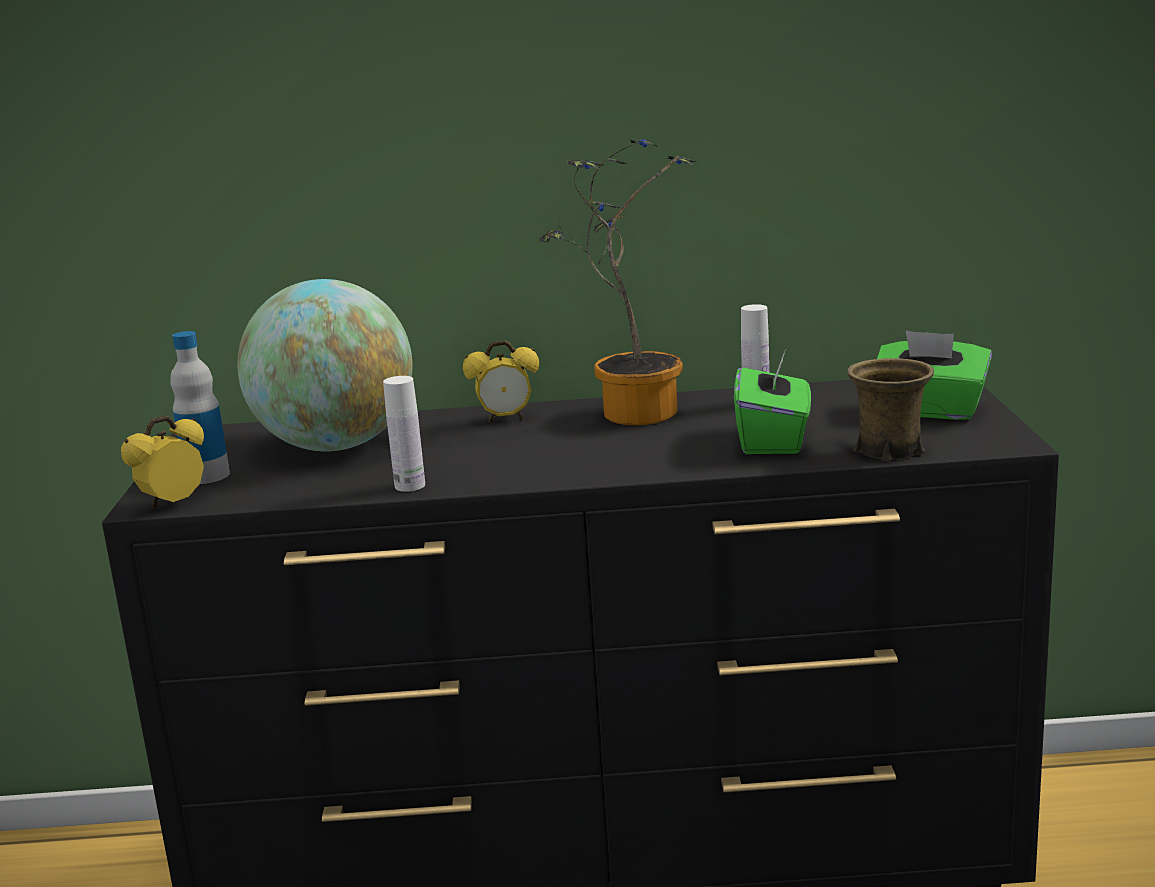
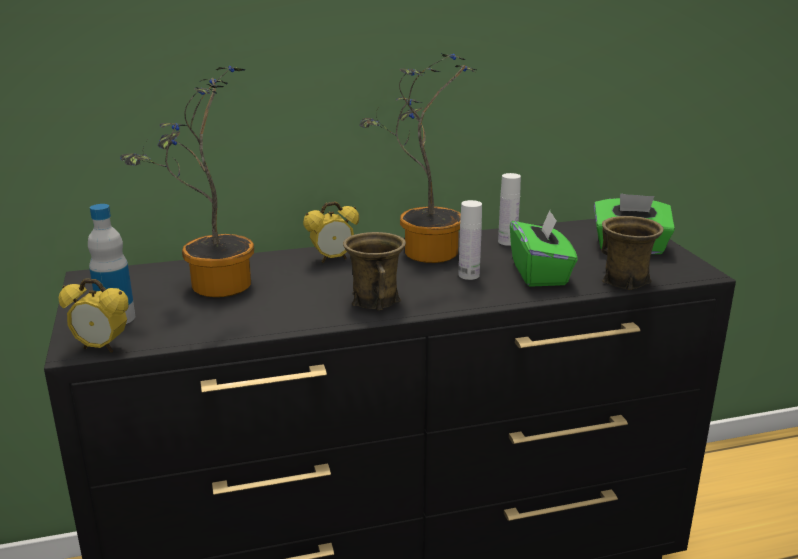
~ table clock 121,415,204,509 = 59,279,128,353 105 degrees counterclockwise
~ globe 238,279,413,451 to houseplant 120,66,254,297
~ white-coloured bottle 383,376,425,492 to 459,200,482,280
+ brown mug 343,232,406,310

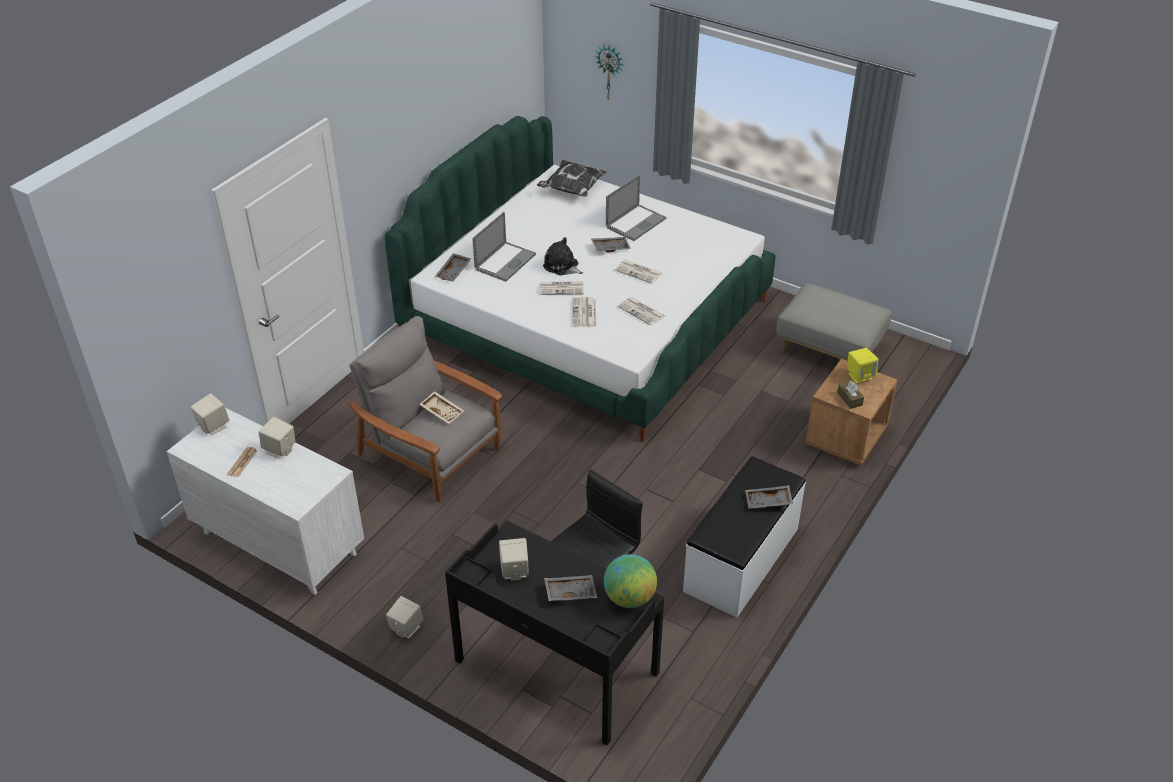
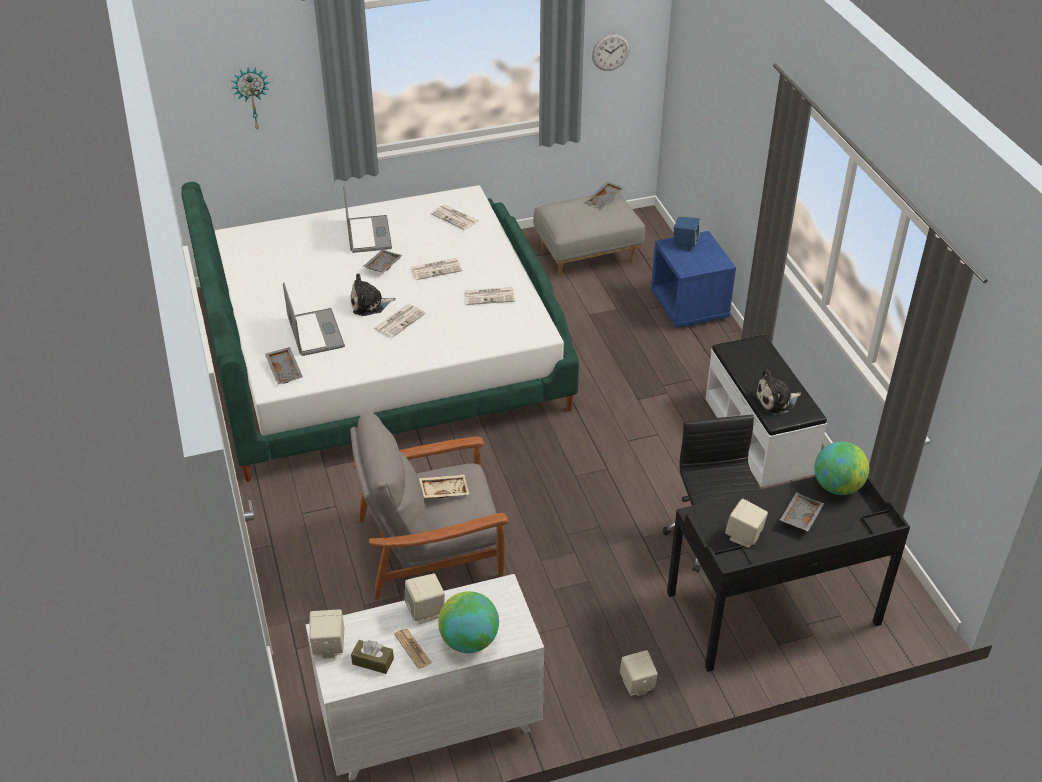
- throw pillow 537,160,607,197
~ newspaper 573,297,596,327 to 431,205,479,230
~ grey serving tray 745,485,793,509 to 586,181,624,207
~ brown night table 805,359,897,466 to bluish night table 651,231,736,328
~ brown tissue holder 837,381,864,409 to 351,640,394,674
~ yellow loudspeaker 847,348,879,384 to bluish loudspeaker 674,217,700,251
+ globe 438,591,499,653
+ hanging clock 592,34,630,71
+ cuddly toy 754,369,801,415

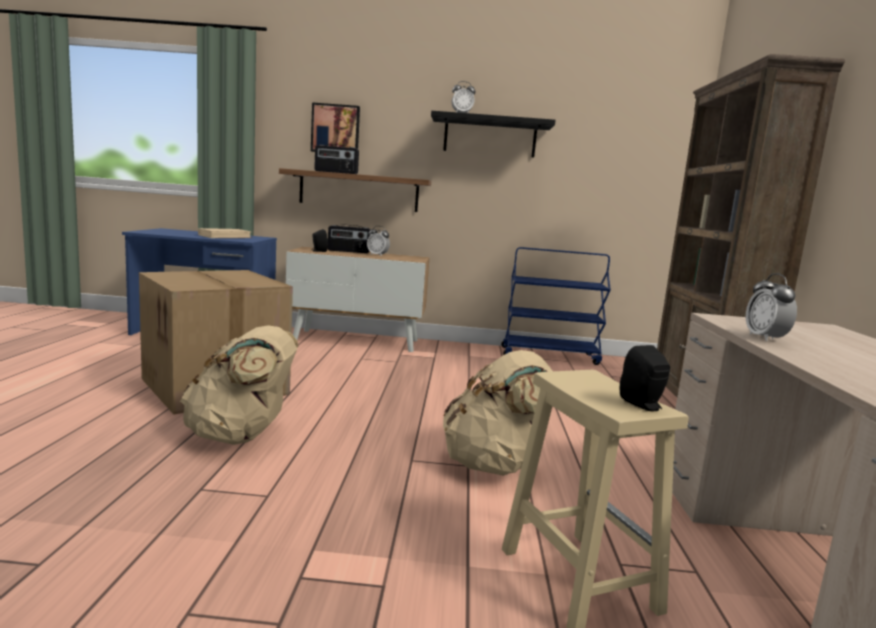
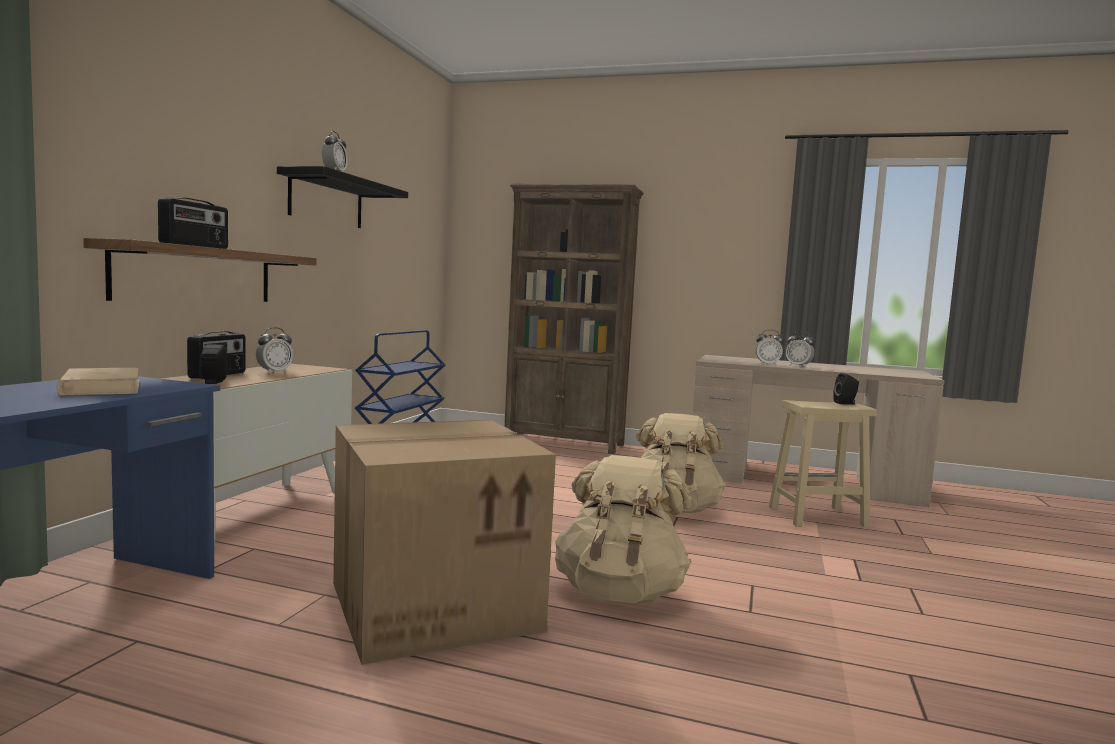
- picture 311,102,360,152
+ table clock 786,331,815,367

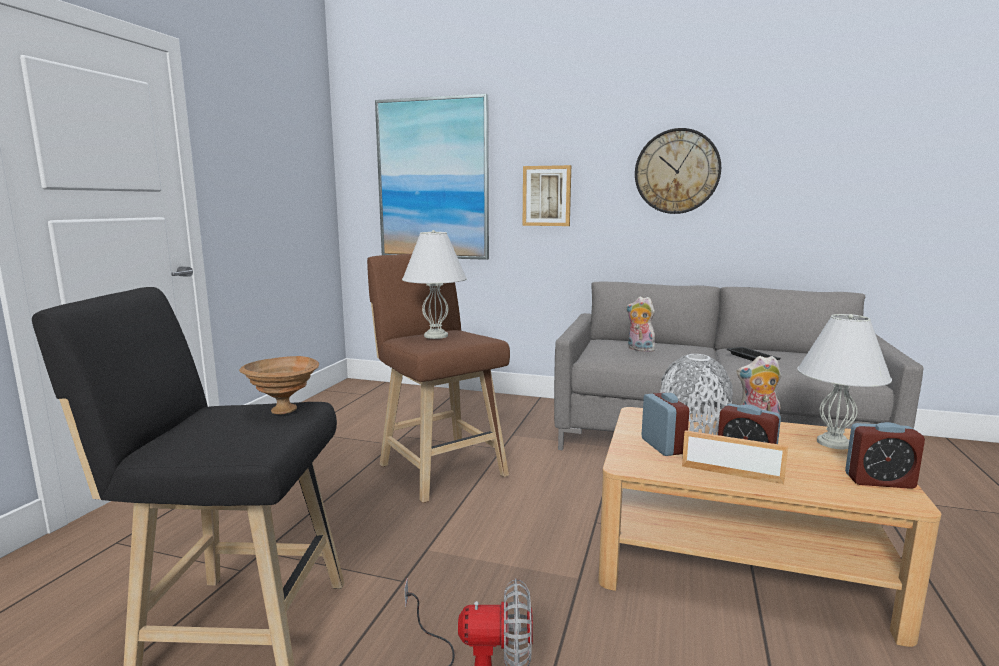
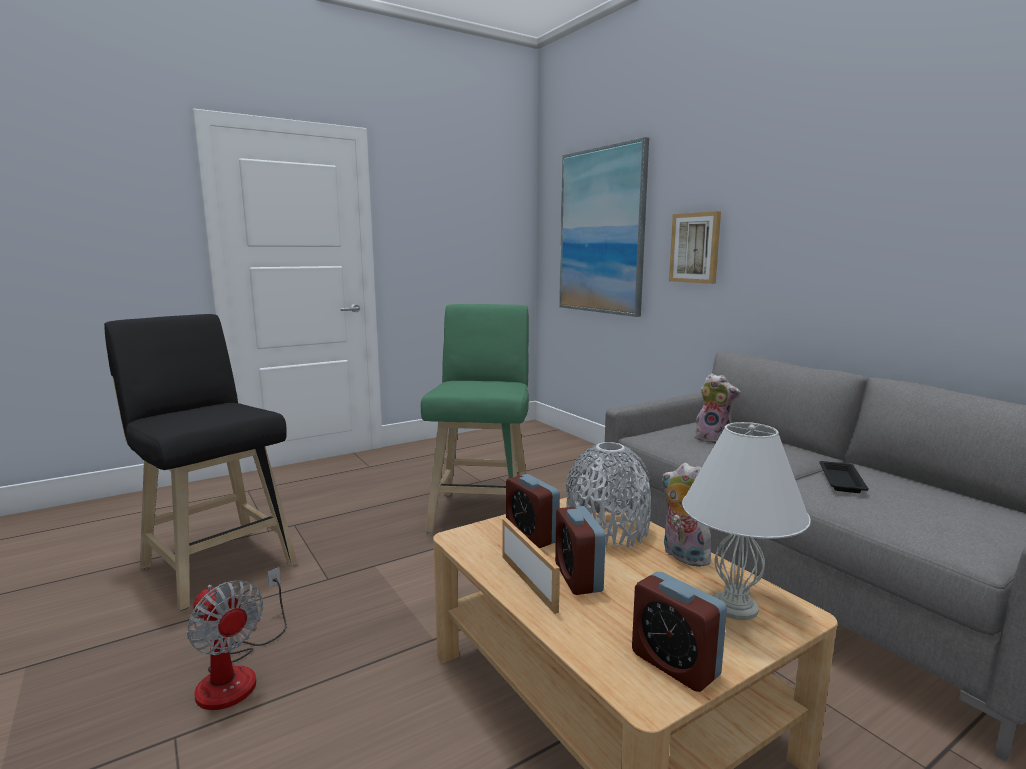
- brown bowl 239,356,319,414
~ brown stool 367,254,510,503 to green stool 421,304,529,533
- white-coloured table lamp 402,230,467,339
~ cuddly toy 626,296,655,352 = 695,373,741,443 135 degrees clockwise
- hanging clock 635,128,721,214
~ table clock 642,393,689,456 = 506,474,560,548 120 degrees clockwise

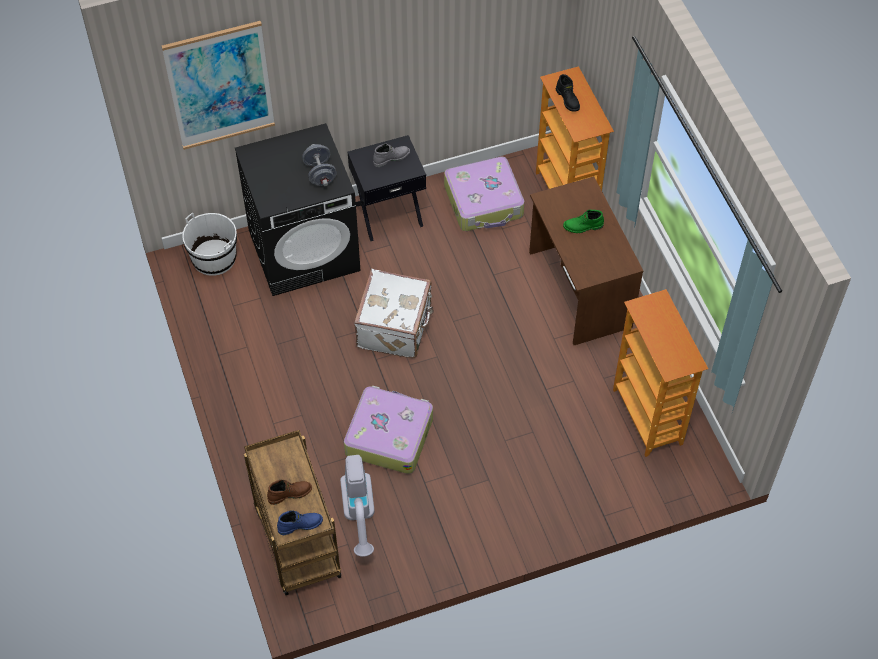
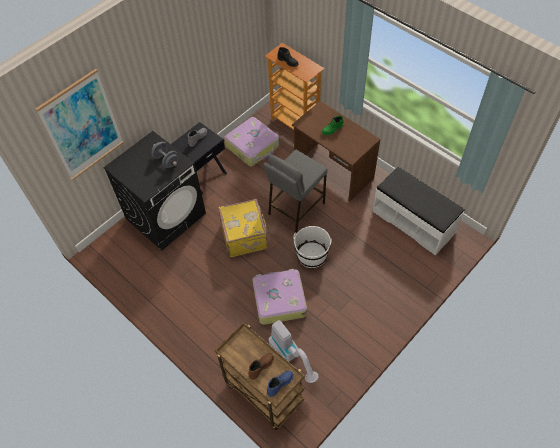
~ white-coloured pail 182,213,237,276 to 293,226,332,268
~ white-coloured suitcase 354,269,434,358 to yellow suitcase 218,199,268,257
~ bookcase 613,289,708,457 to white-coloured indoor bench 372,166,464,255
+ grey stool 264,150,328,233

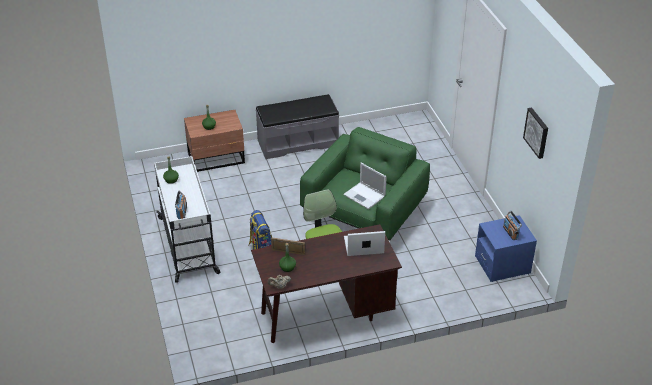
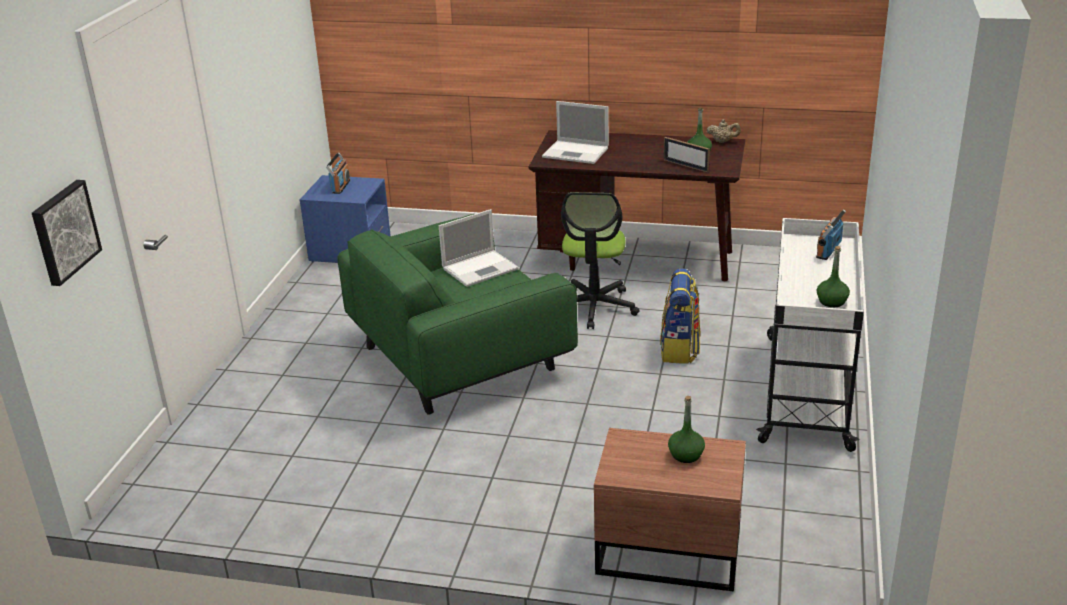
- grey indoor bench 256,94,339,159
~ portable computer 343,163,387,209 = 439,209,519,287 75 degrees clockwise
~ picture 523,108,548,159 to 32,180,102,286

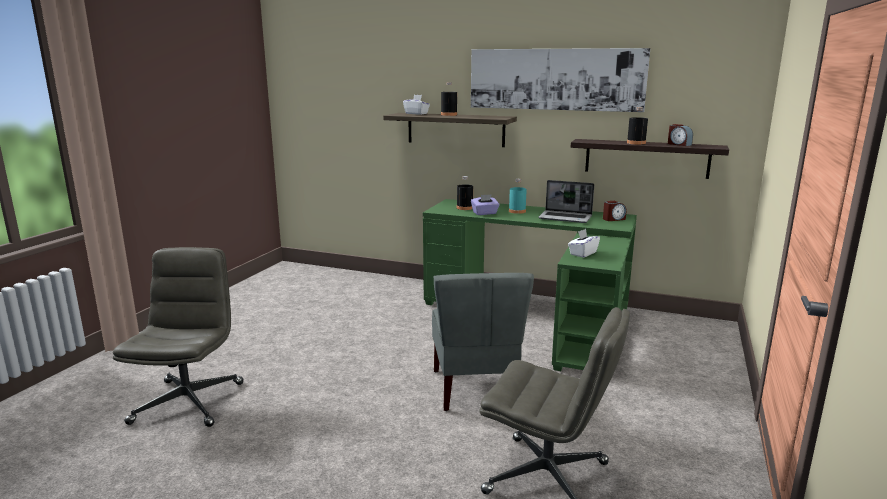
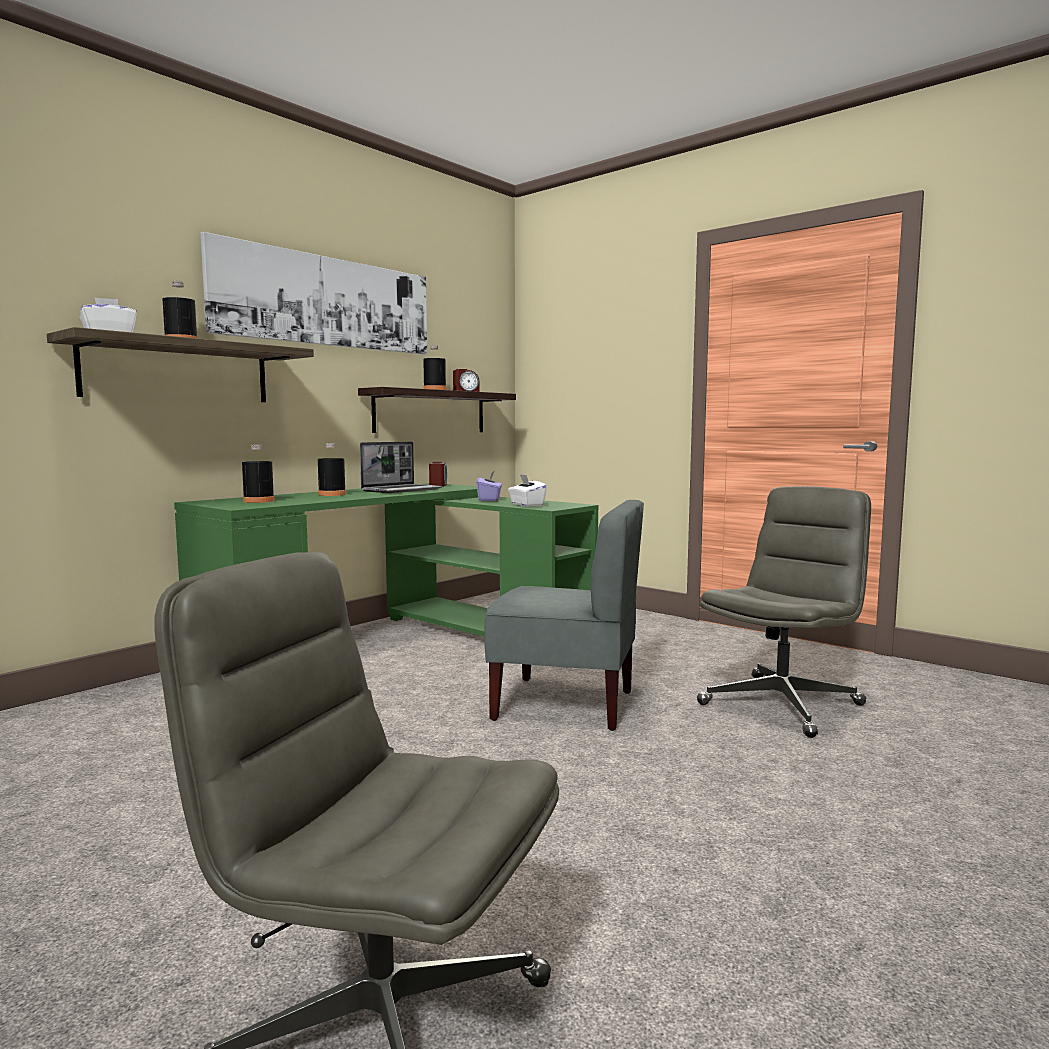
~ purple-coloured tissue holder 471,194,500,215 to 477,471,502,501
~ turquoise bottle 509,179,527,214 to black bottle 318,443,346,496

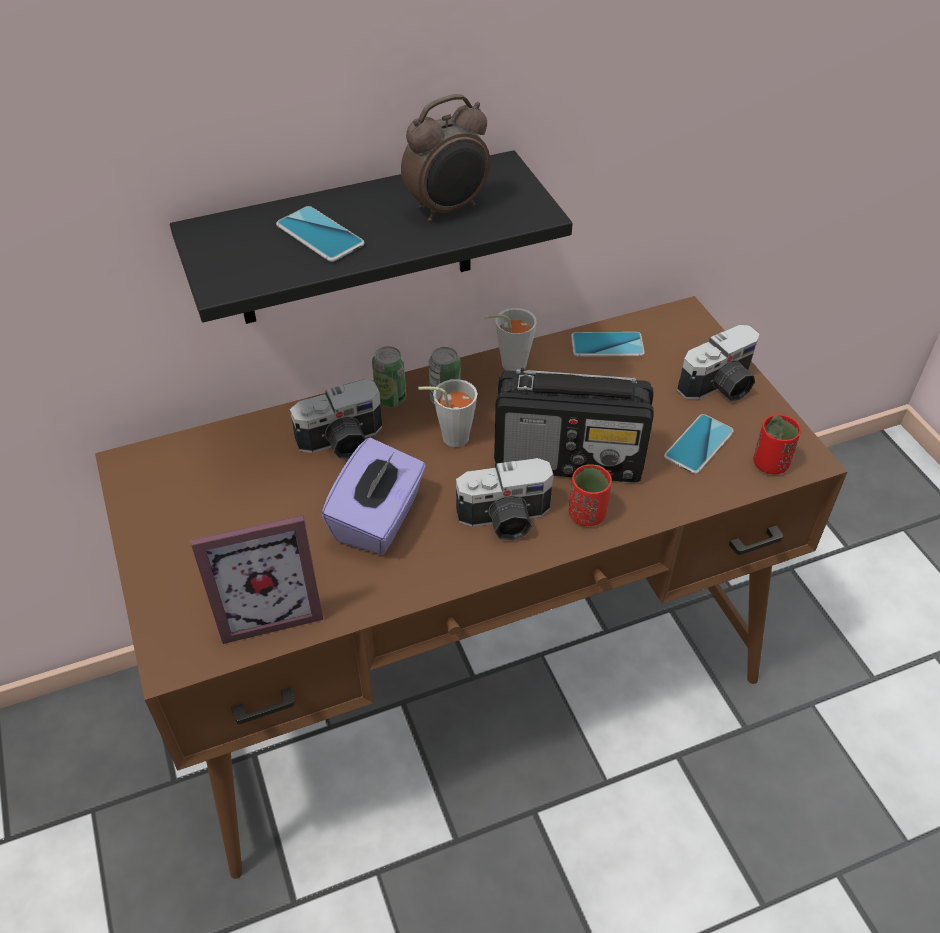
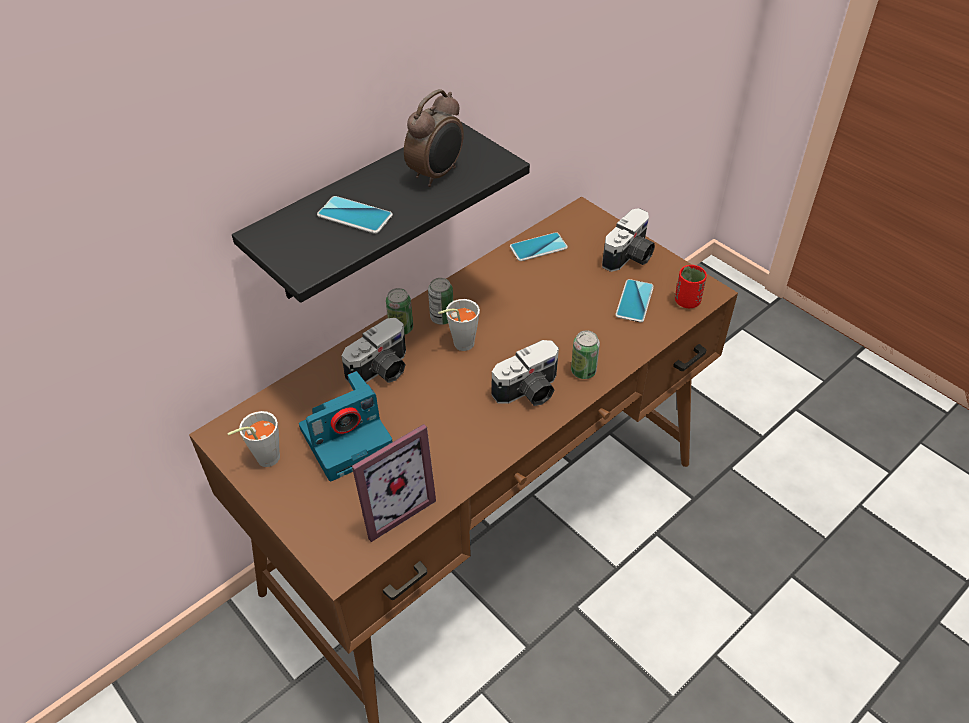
- purple-coloured tissue holder 321,438,426,555
~ grey small cup 484,308,537,371 to 227,411,280,467
- radio receiver 494,367,654,482
~ reddish small cup 569,464,612,526 to sealed can 571,330,600,379
+ photo camera 299,371,393,481

